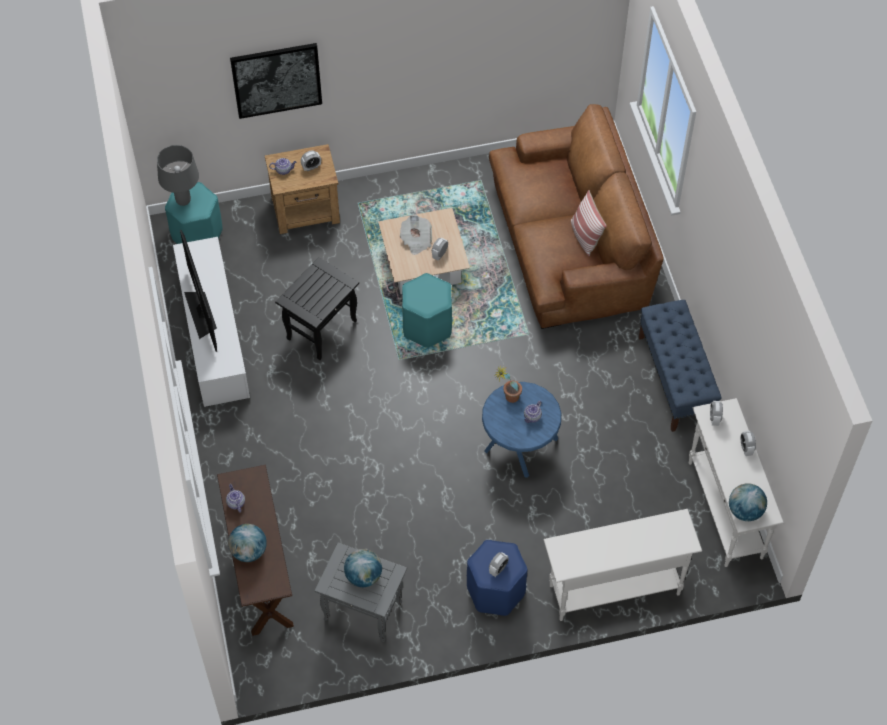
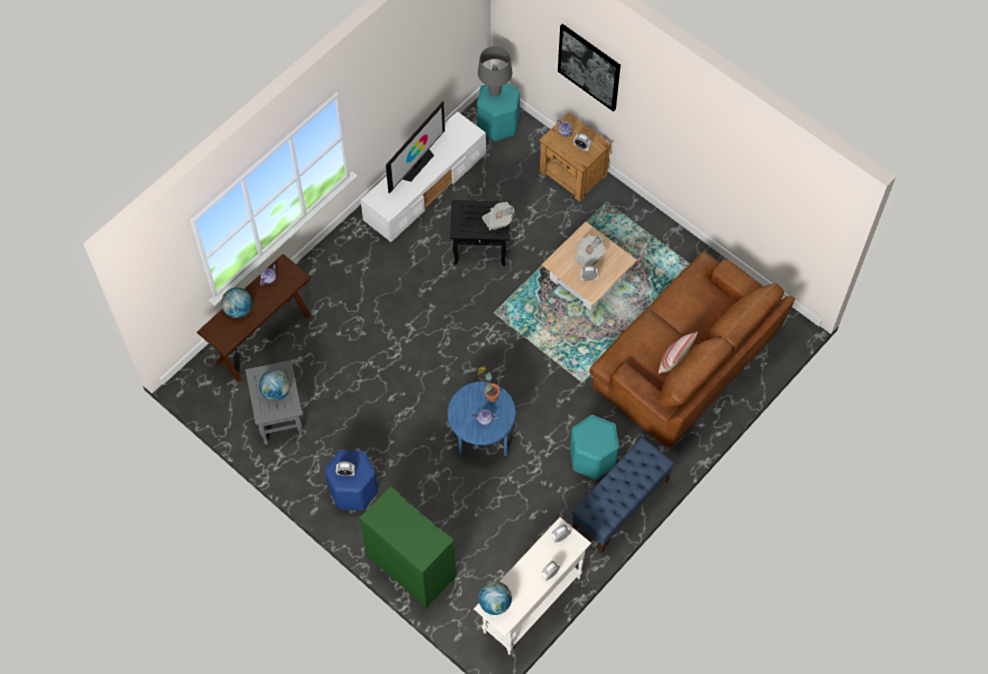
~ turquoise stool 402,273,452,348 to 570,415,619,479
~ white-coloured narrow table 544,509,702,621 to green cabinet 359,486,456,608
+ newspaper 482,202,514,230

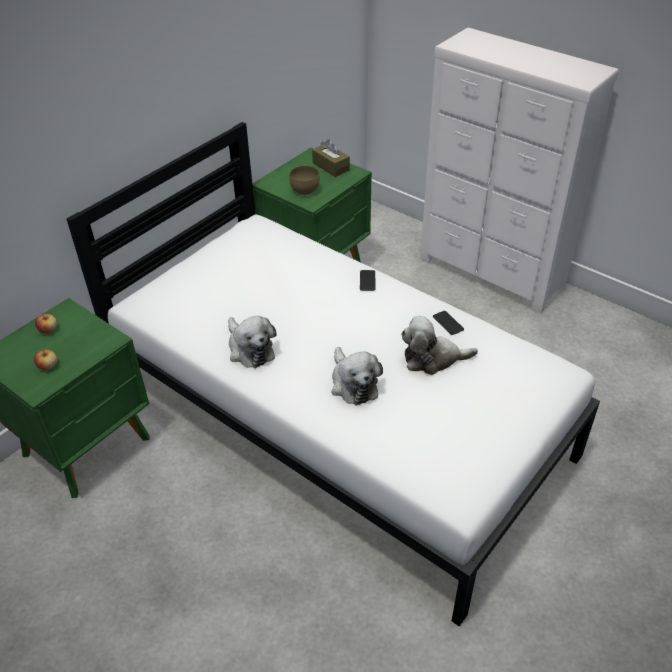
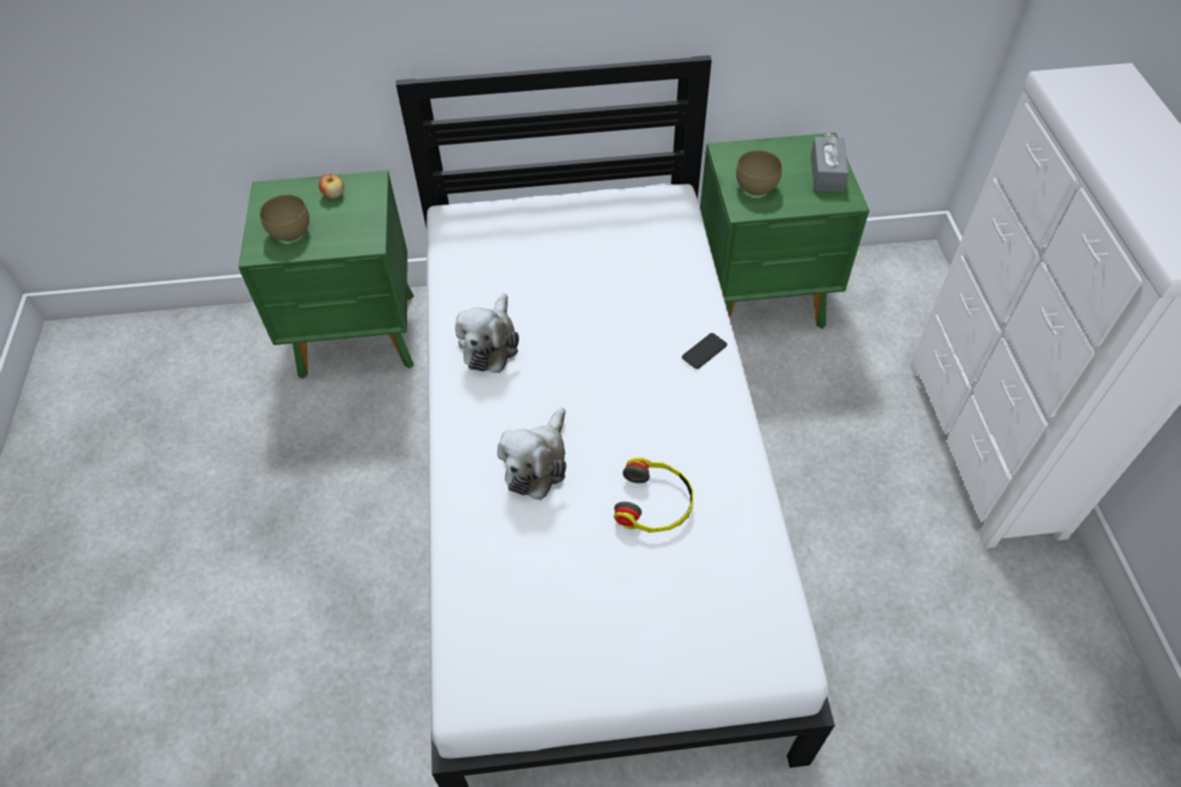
~ whole apple 34,349,57,370 to brown bowl 260,195,310,241
~ brown tissue holder 312,139,350,177 to grey tissue holder 811,133,849,192
~ cuddly toy 401,316,478,375 to headphones 614,458,694,533
- telephone 433,311,464,335

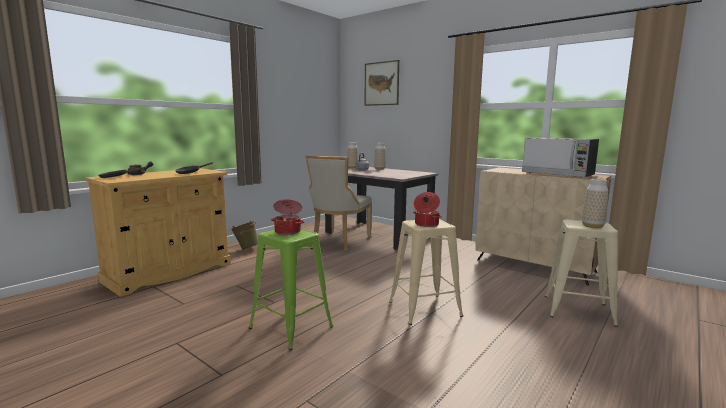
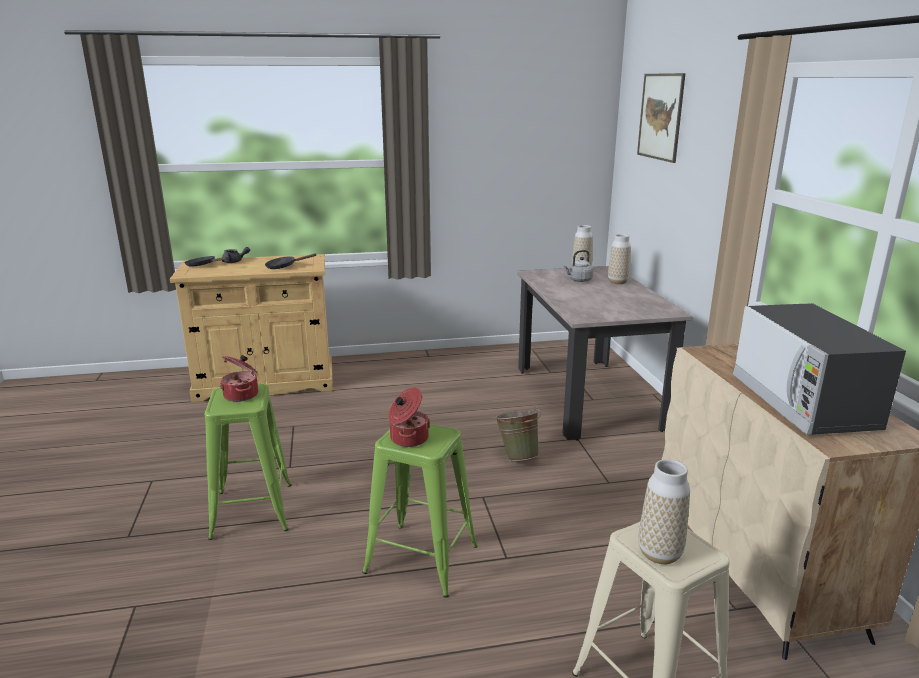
~ green pail 231,221,258,250 to 495,407,541,461
- beige chair 305,155,372,251
~ beige stool 389,219,463,325 to green stool 362,424,478,598

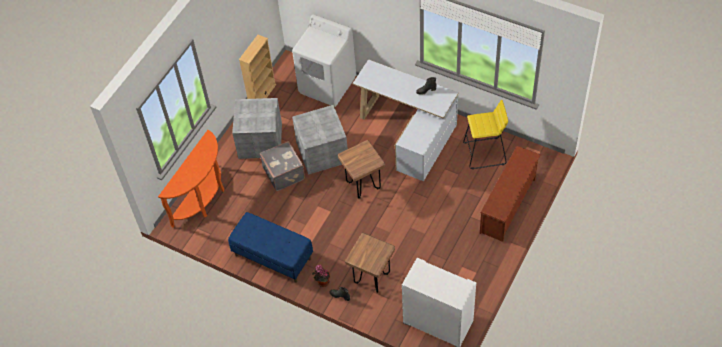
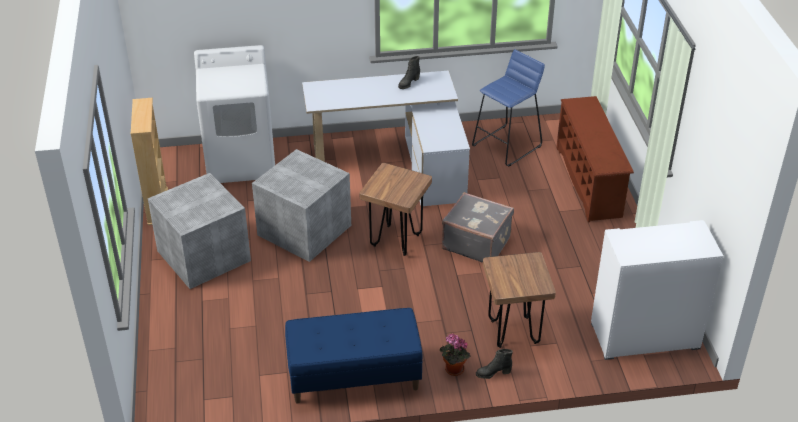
- orange narrow table 158,130,224,228
~ grey suitcase 260,141,305,191 to 442,192,514,263
~ yellow stool 463,100,508,169 to bluish stool 472,49,545,167

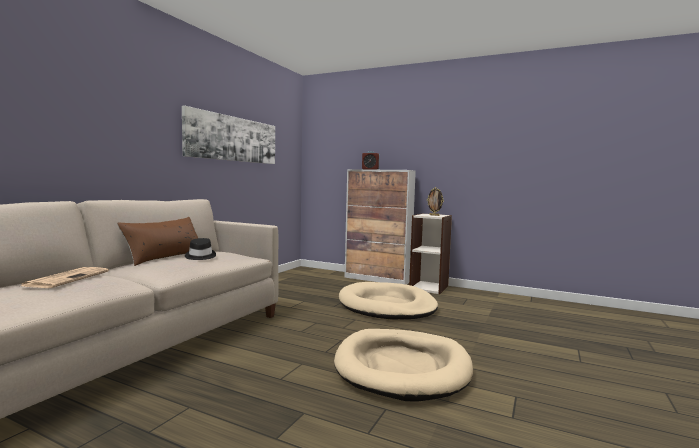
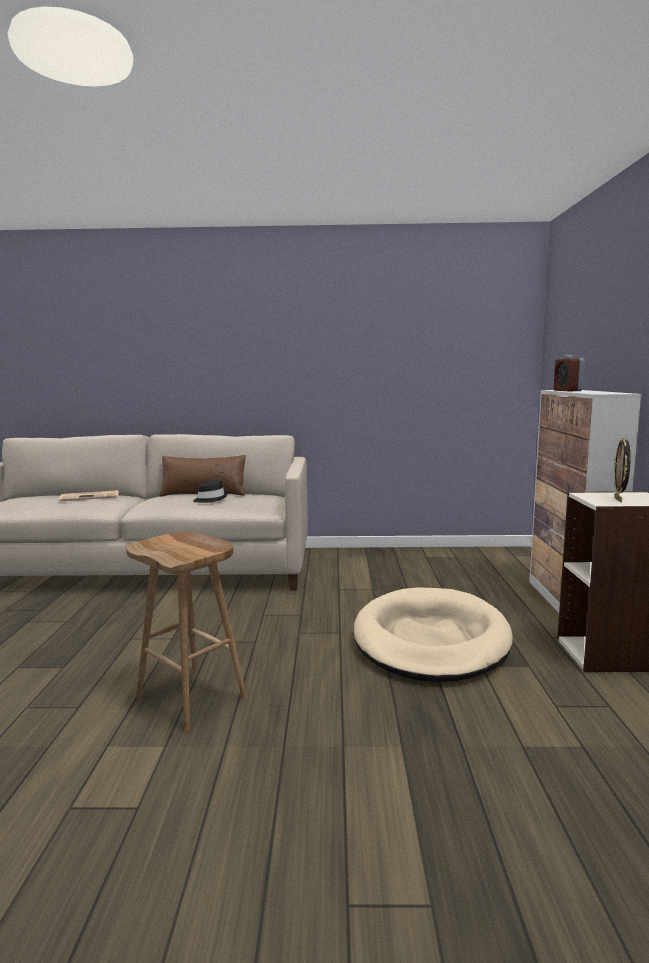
- picture 182,105,275,164
~ beige dog bed 334,329,473,402 to brown stool 126,532,247,731

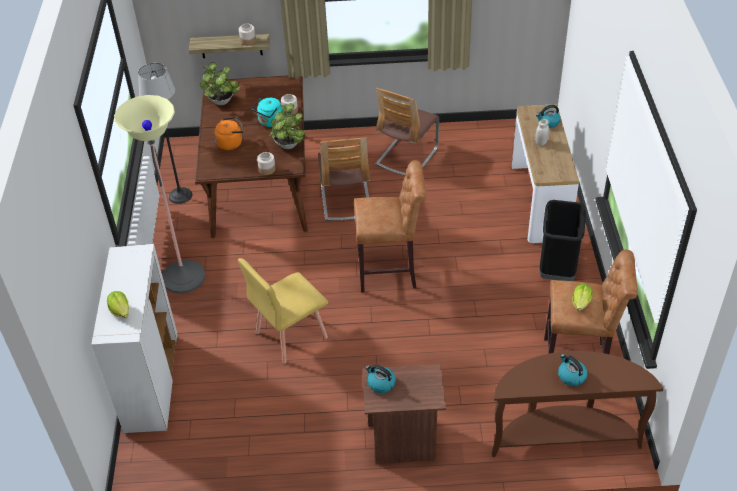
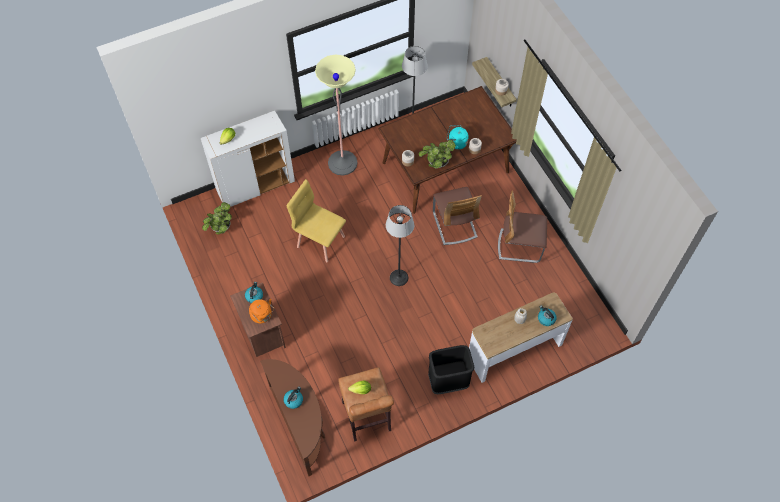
~ houseplant 200,62,240,105 to 202,202,232,234
~ orange tea kettle 214,117,245,150 to 249,299,274,323
~ chair 318,137,371,221 = 433,187,482,245 75 degrees counterclockwise
~ brown stool 354,160,427,292 to floor lamp 386,205,414,286

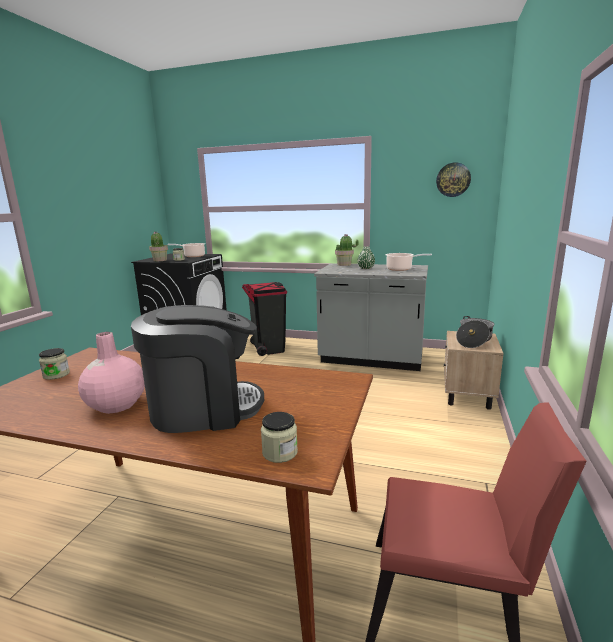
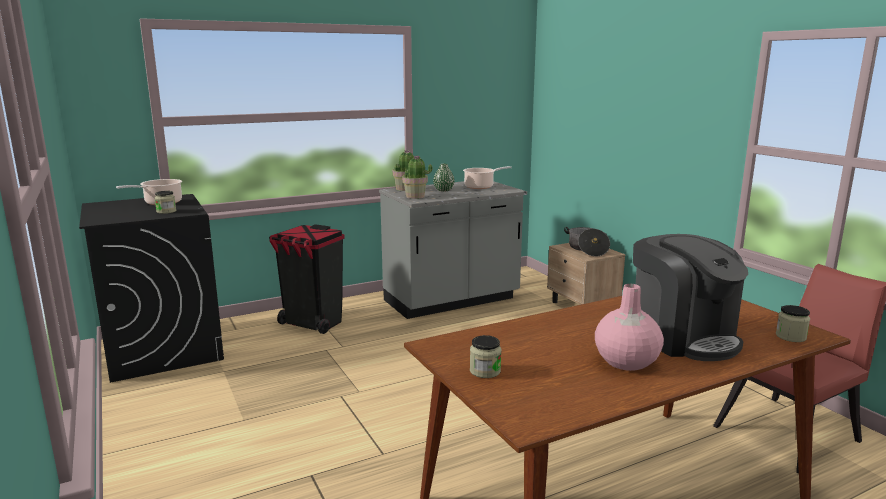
~ coffee machine 131,305,264,433 = 633,234,748,361 120 degrees clockwise
~ houseplant 149,232,168,261 to 402,155,433,199
- hanging clock 436,162,471,197

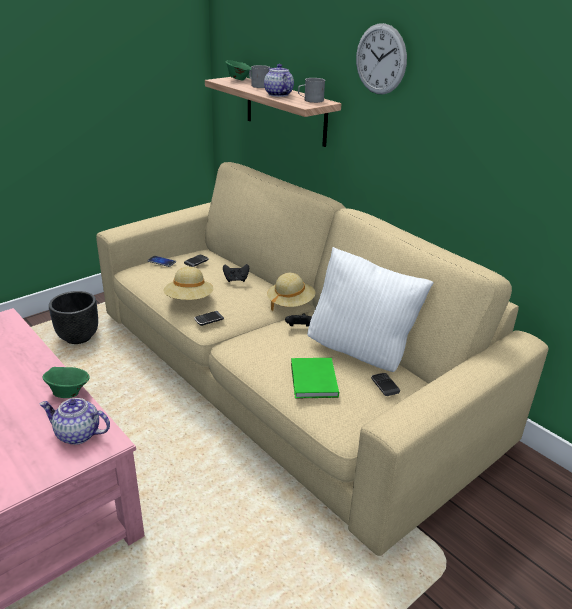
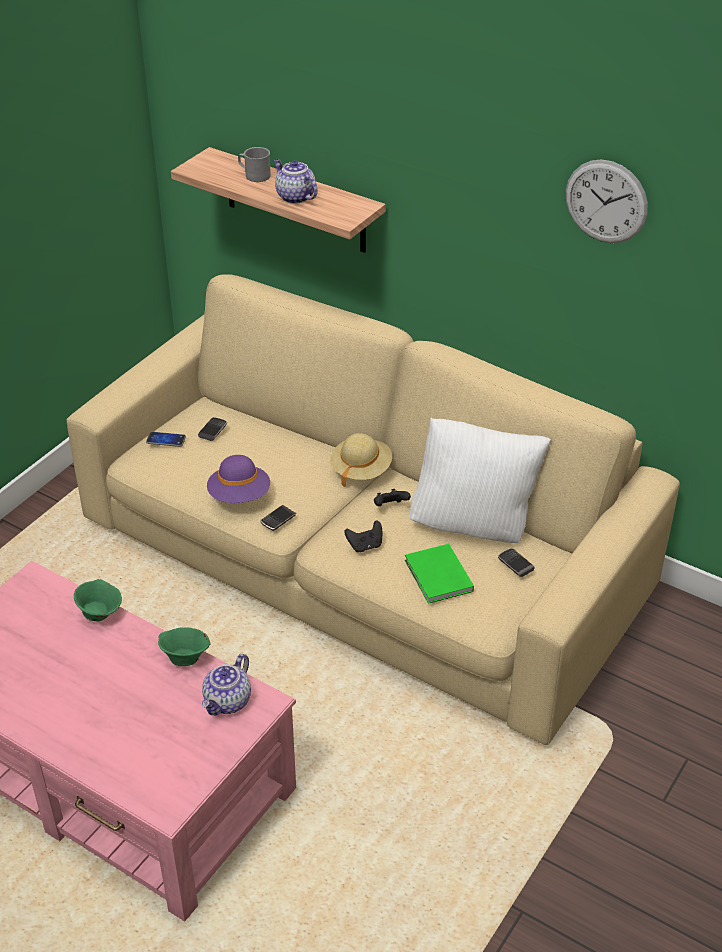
~ tea pot 40,398,110,445 = 202,654,251,715 60 degrees counterclockwise
- black planter 49,291,98,344
~ beige hat 164,267,213,300 to purple-coloured hat 207,455,270,503
~ black game controller 223,264,249,282 to 344,521,382,552
~ green bowl 226,60,252,80 to 74,579,122,621
- grey mug 298,78,325,103
~ hanging clock 356,23,407,94 to 566,160,648,243

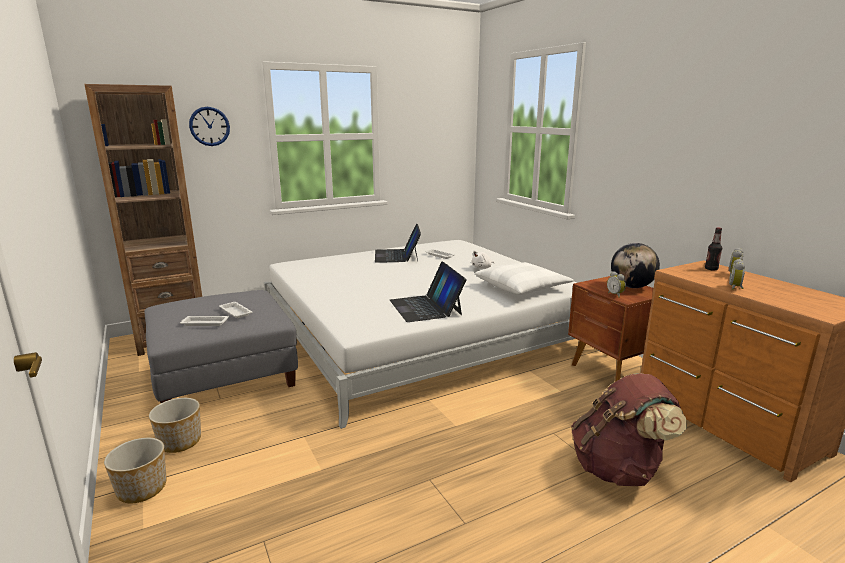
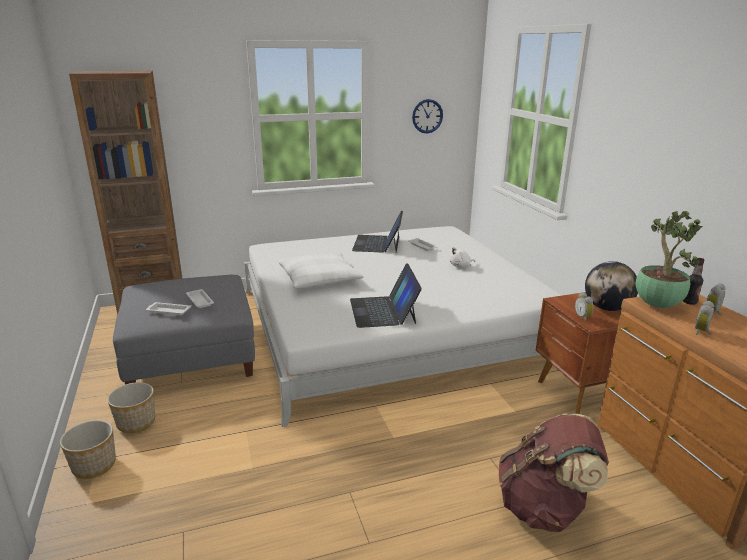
~ hanging clock 189,107,230,146 to 412,99,443,133
~ white-coloured throw pillow 475,262,574,295 to 278,252,364,288
+ houseplant 636,211,702,308

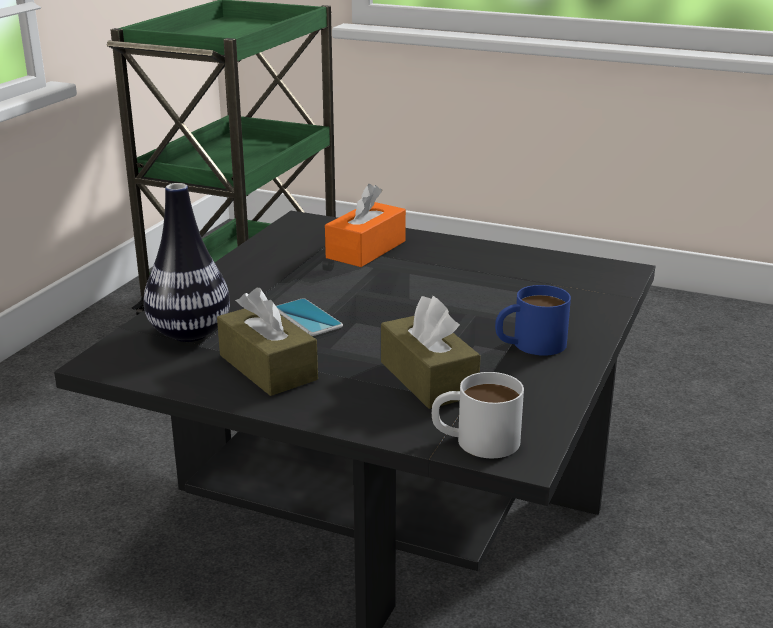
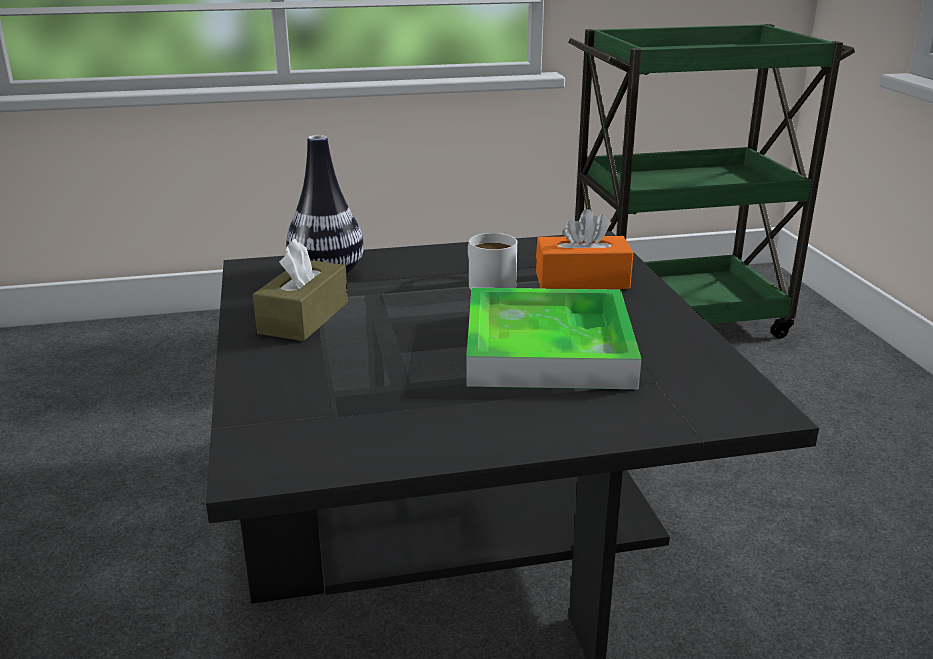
- telephone 276,298,343,336
- brown tissue holder 381,296,481,409
~ white-coloured mug 432,372,524,458 to 468,233,517,289
- bluish mug 495,285,571,356
+ serving tray 466,288,642,389

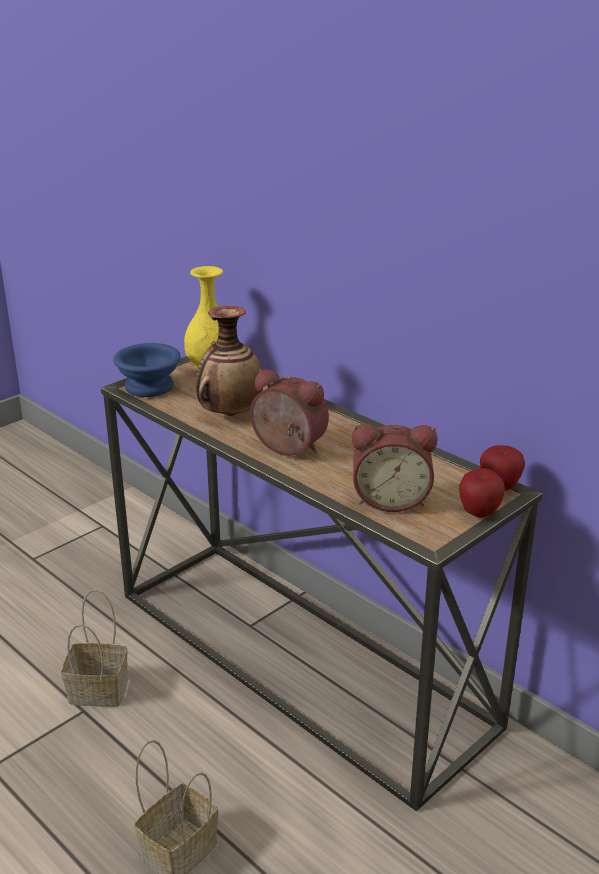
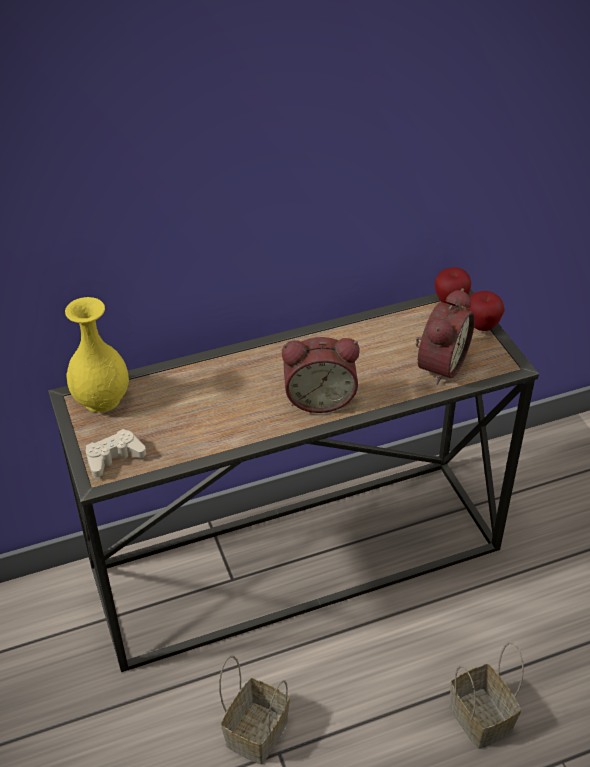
~ bluish bowl 113,343,181,397 to beige game controller 86,429,146,477
- flower vase 196,306,263,416
~ table clock 250,369,329,456 = 282,337,360,413 150 degrees counterclockwise

